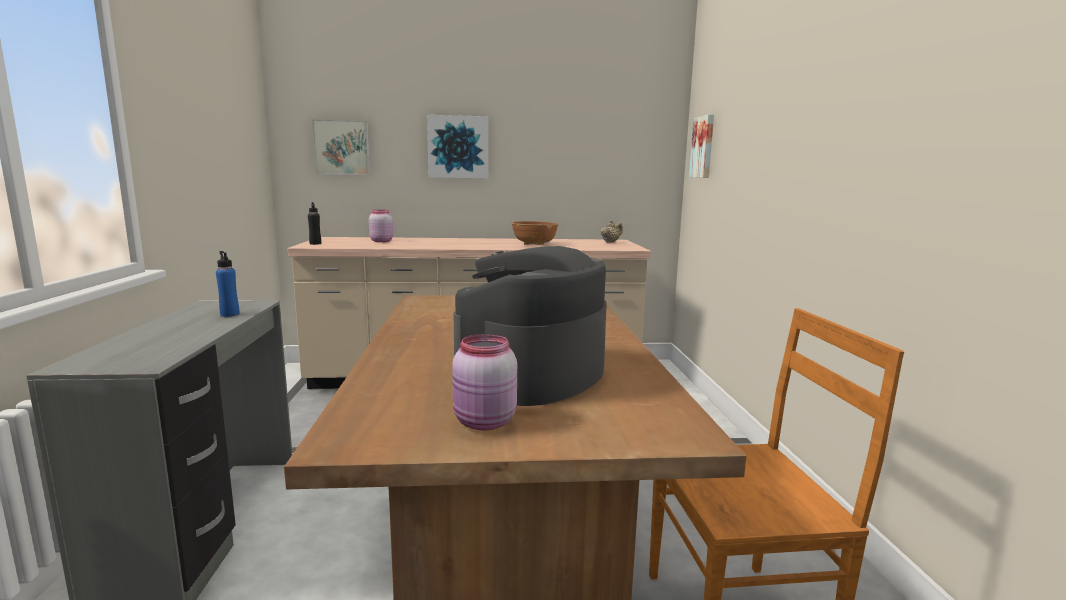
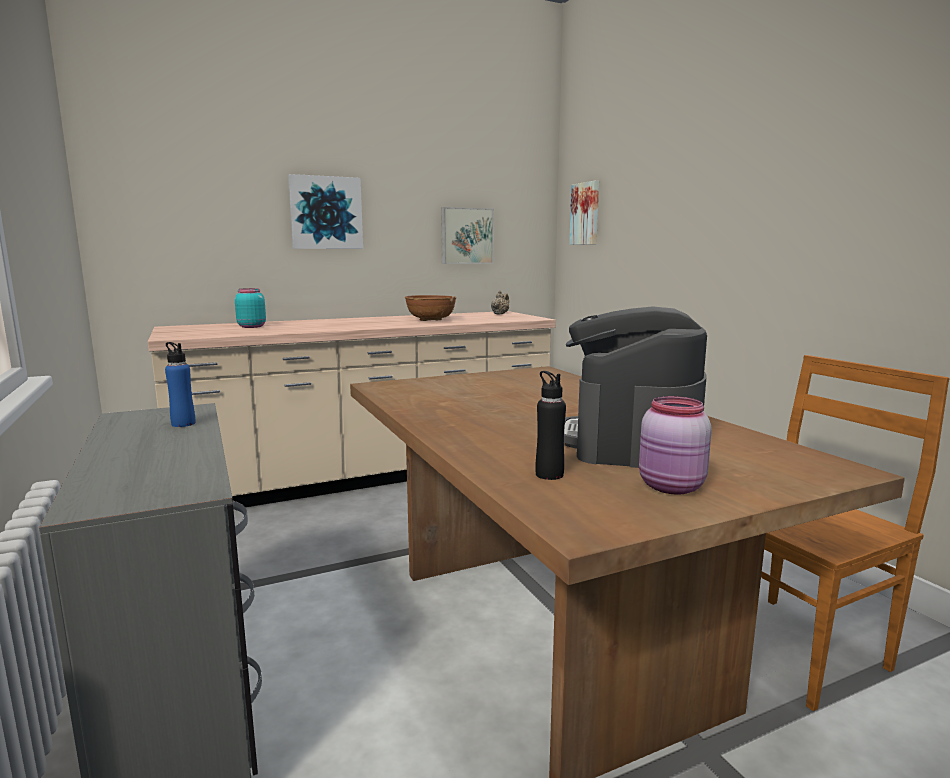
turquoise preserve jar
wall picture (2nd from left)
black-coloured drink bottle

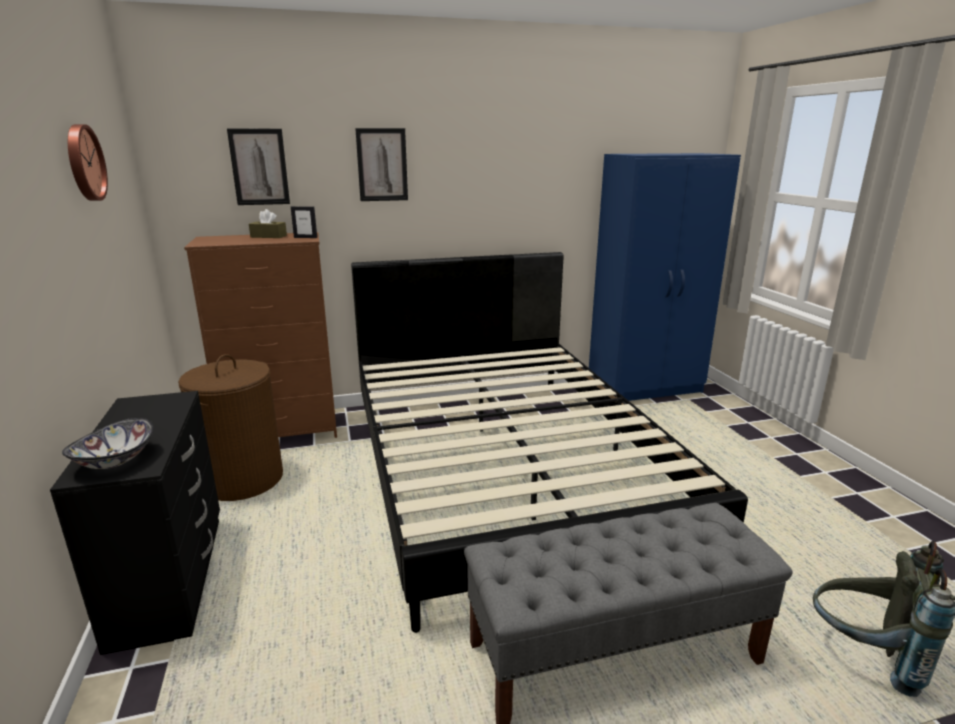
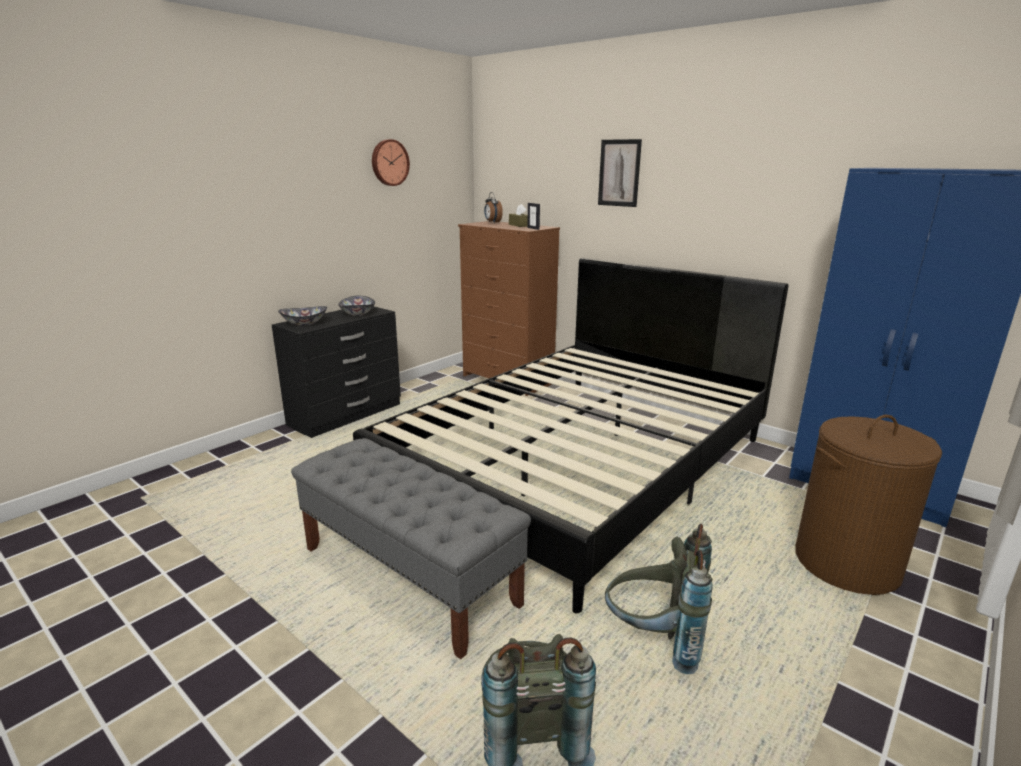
deep dish (2nd from left)
table clock
gray rucksack (2nd from left)
brown-coloured laundry basket
wall picture (1st from left in the first image)

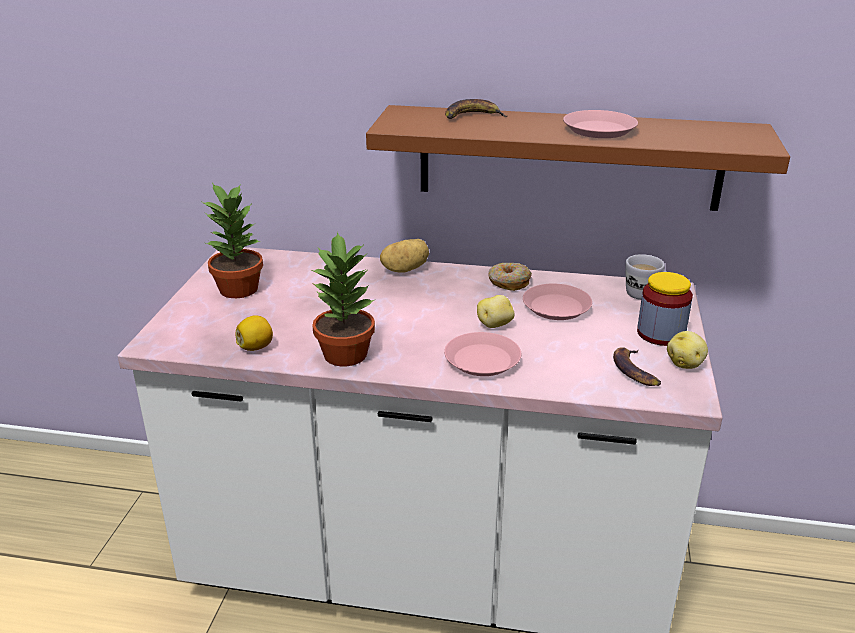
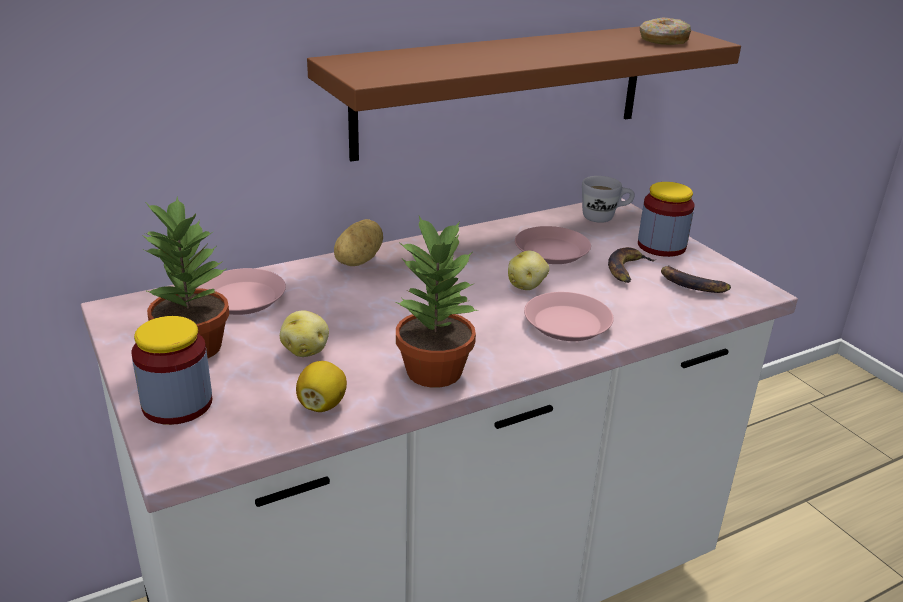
preserve jar (1st from left)
pinkish plate (1st from left)
potato (1st from left)
banana (1st from left)
ring doughnut

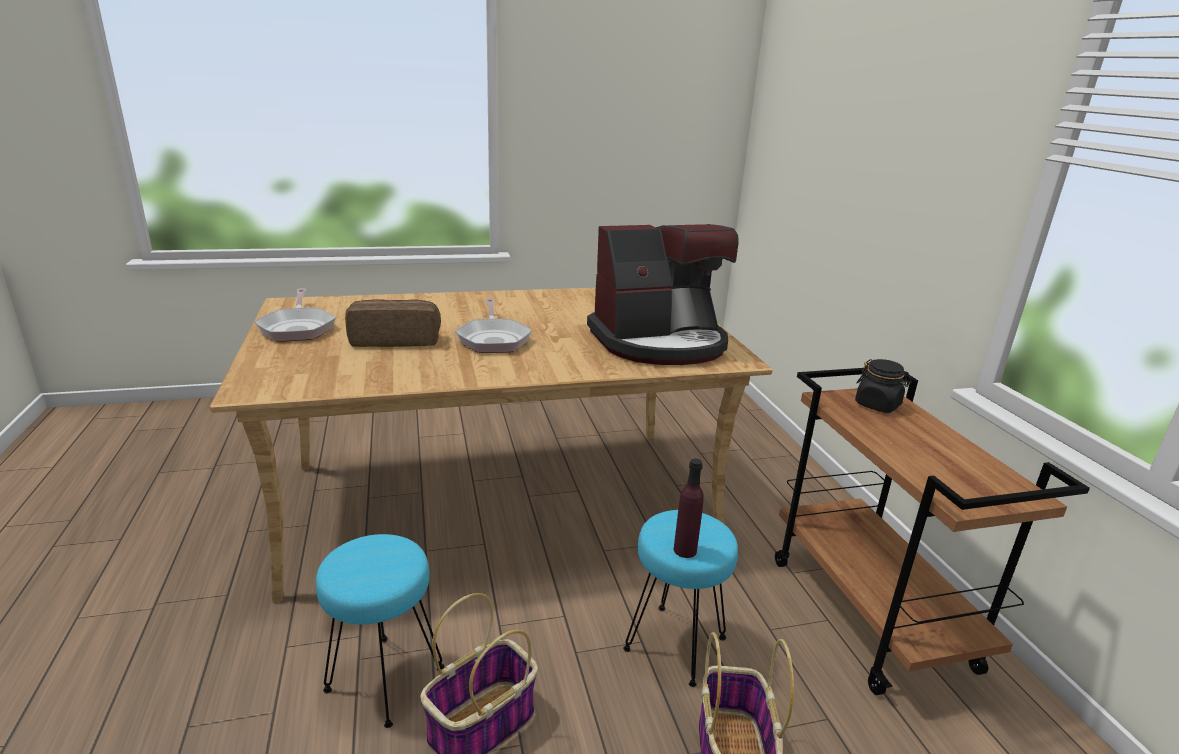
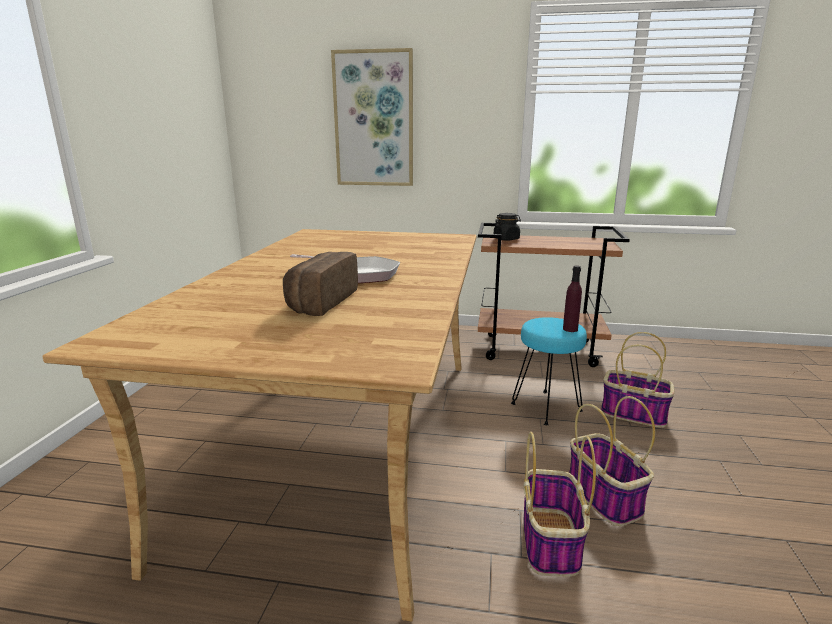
wall picture
basket (1st from left)
skillet (1st from left in the first image)
coffee maker

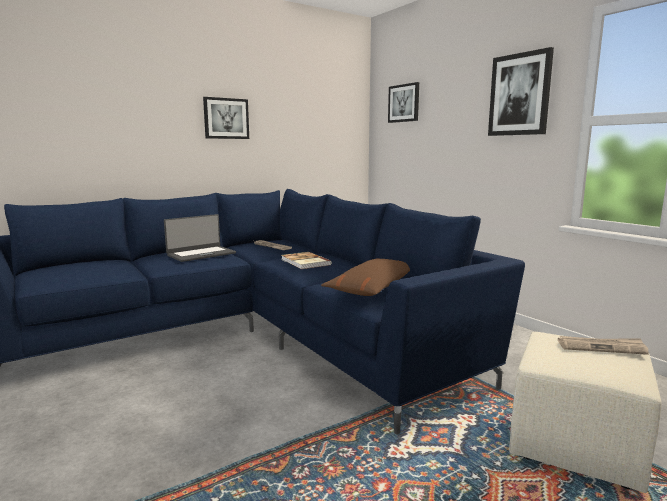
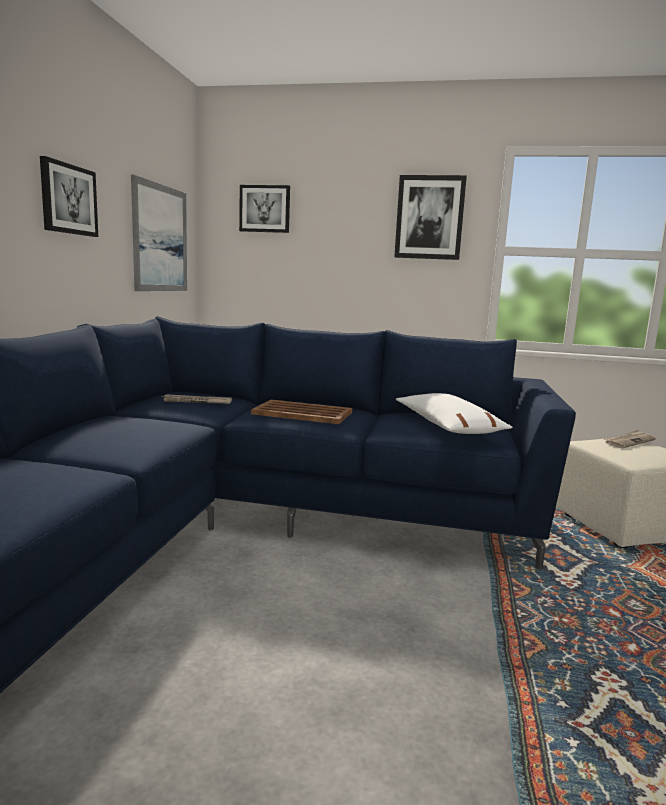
wall picture (2nd from left)
brown-coloured tray
white throw pillow
portable computer

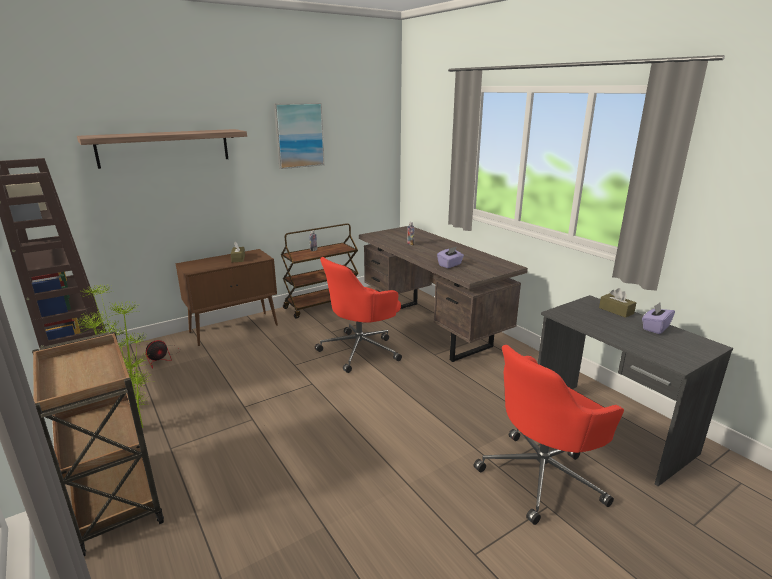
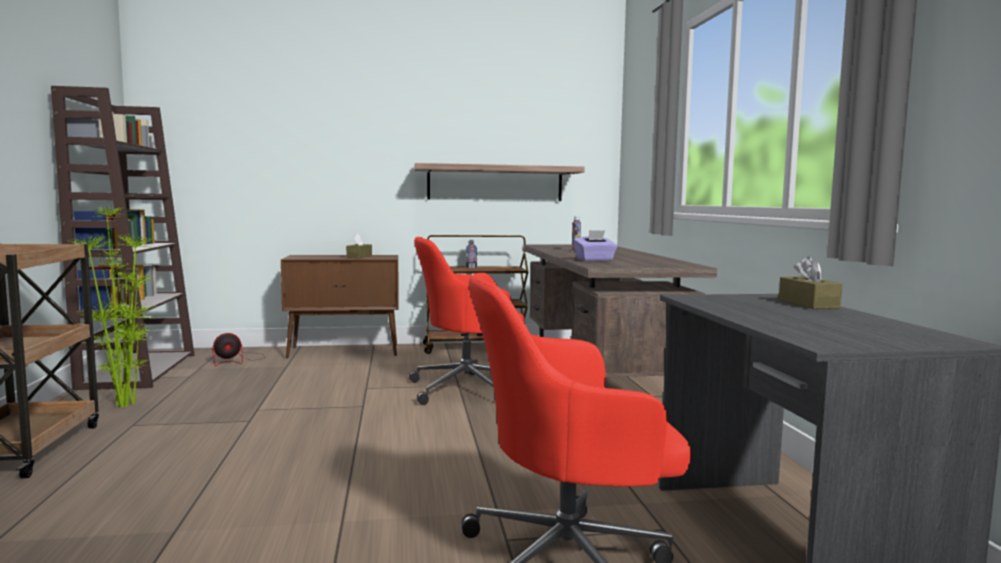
bracket shelf
wall picture
purple tissue holder (2nd from left in the first image)

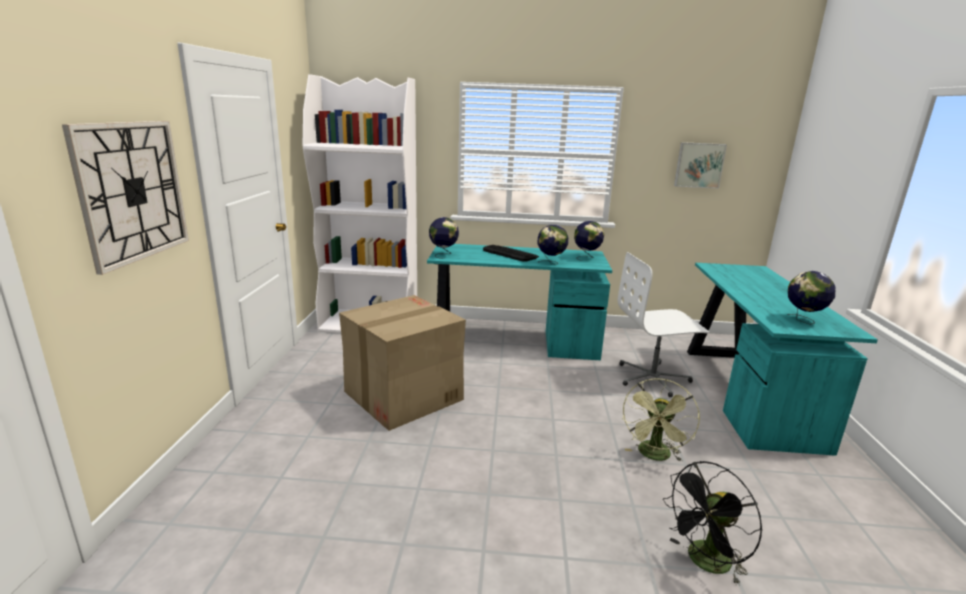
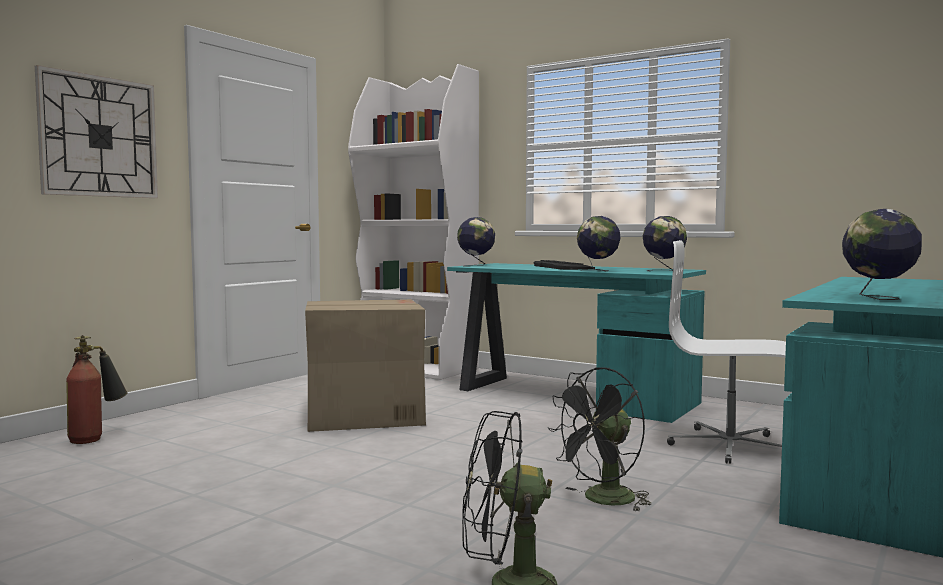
fire-fighting cylinder
black-coloured cooling fan (2nd from left)
wall picture

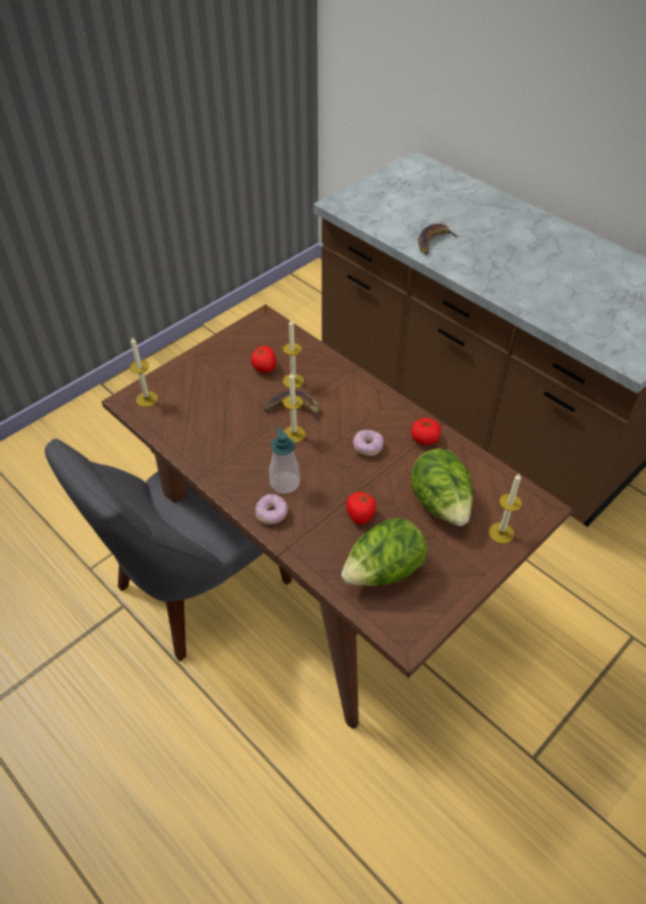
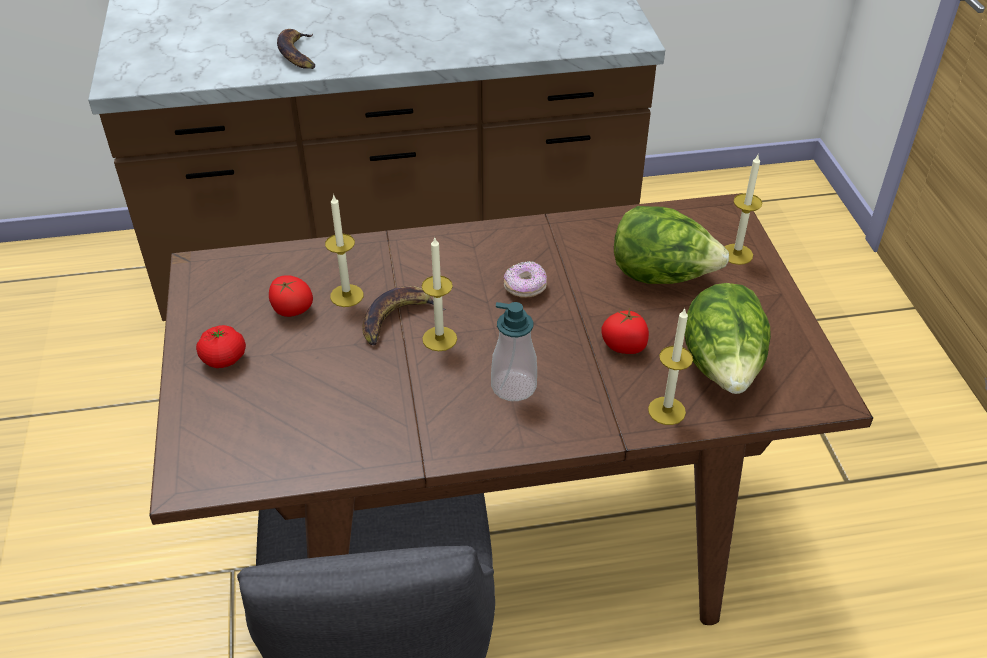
tomato (1st from left)
candle (3rd from left)
ring doughnut (1st from left in the first image)

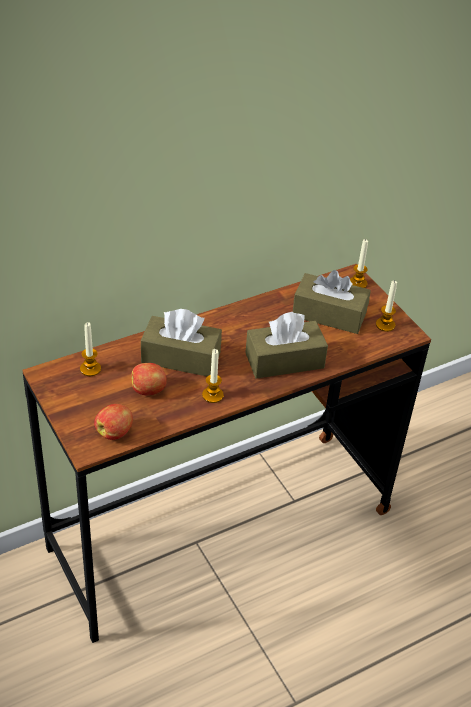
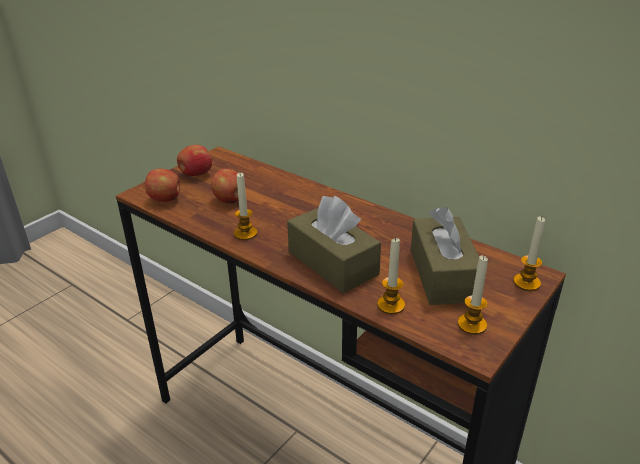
apple fruit (2nd from left)
candle (2nd from left)
brown-coloured tissue holder (1st from left in the first image)

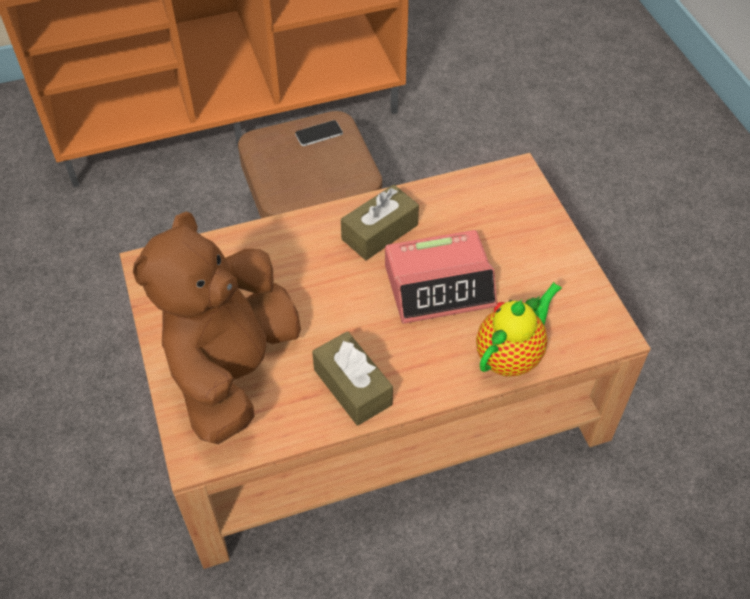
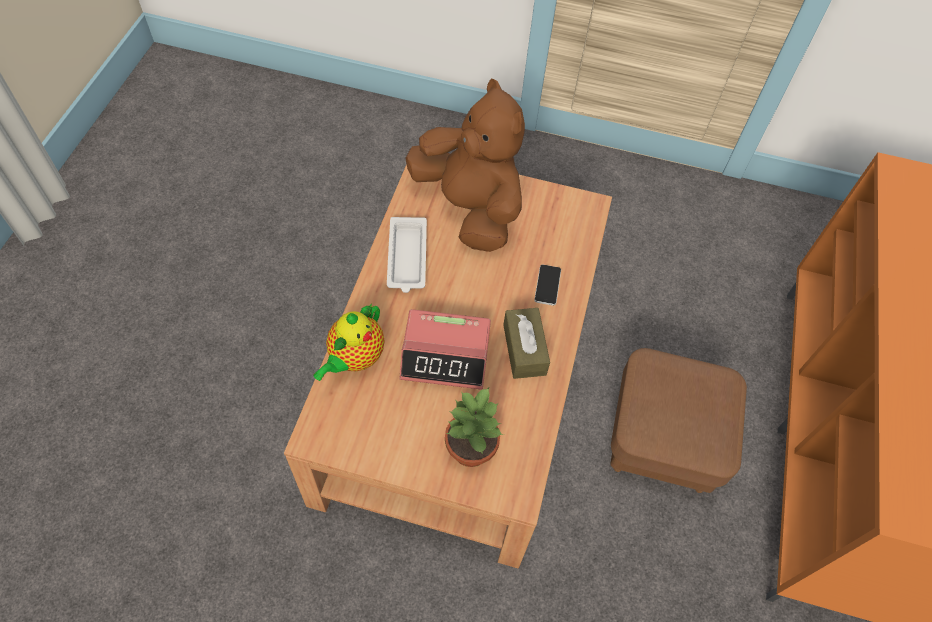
tea pot
white tray
table clock
potted plant
handset

